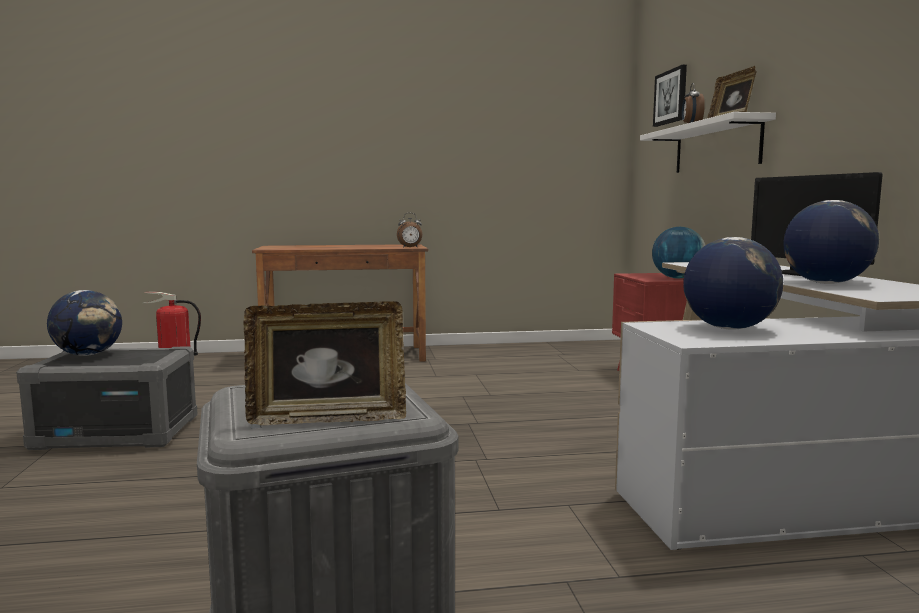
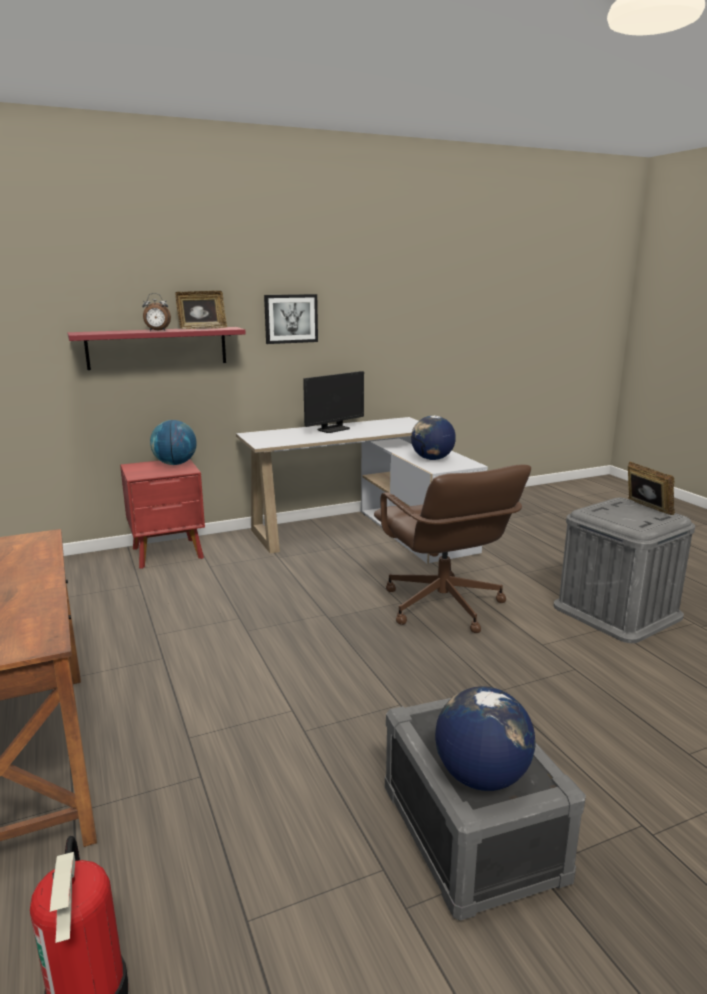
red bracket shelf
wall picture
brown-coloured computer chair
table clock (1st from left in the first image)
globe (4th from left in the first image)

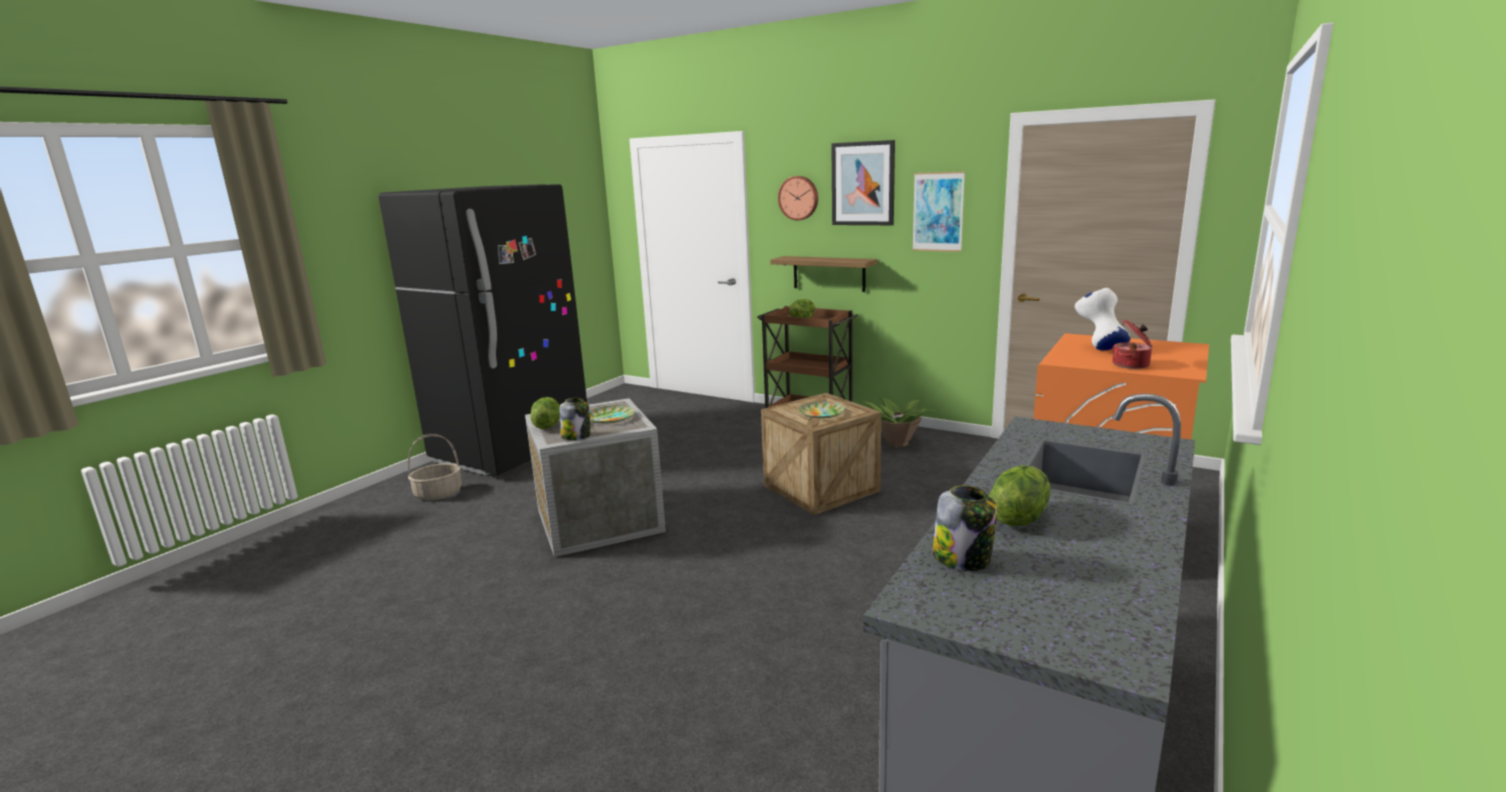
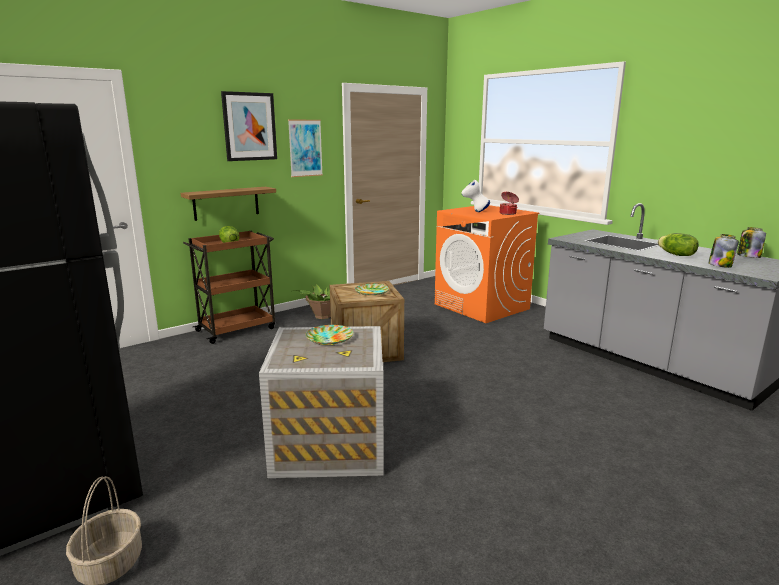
preserve jar (2nd from left)
head of lettuce (1st from left in the first image)
hanging clock

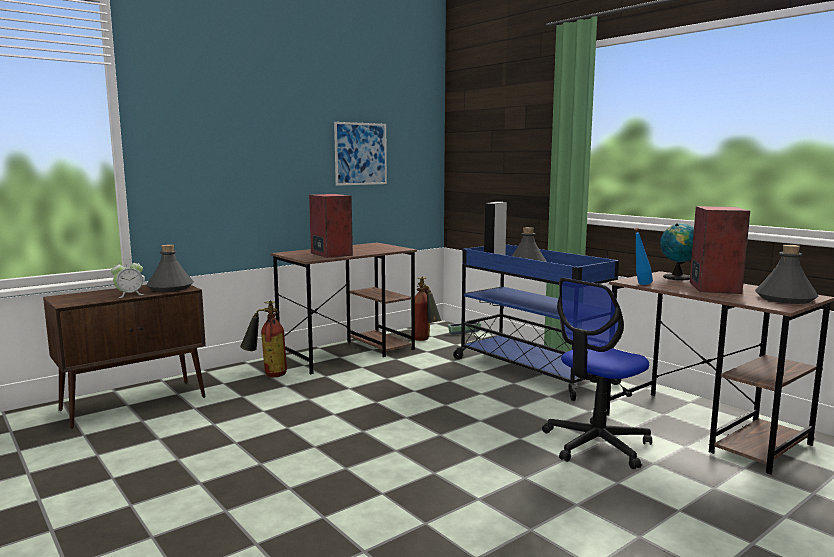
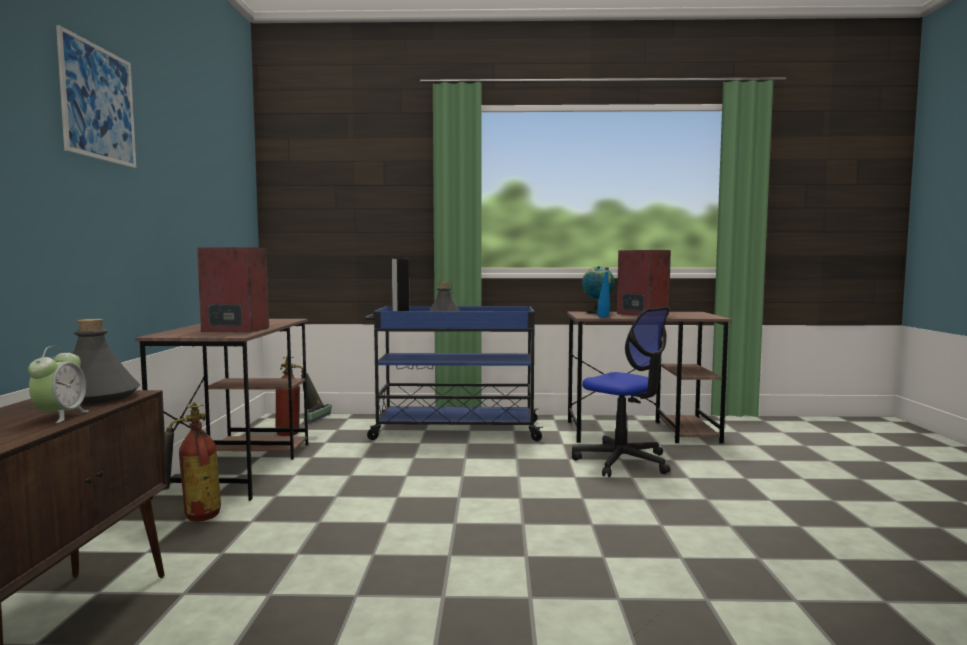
wall picture
computer chair
gray drink bottle (3rd from left in the first image)

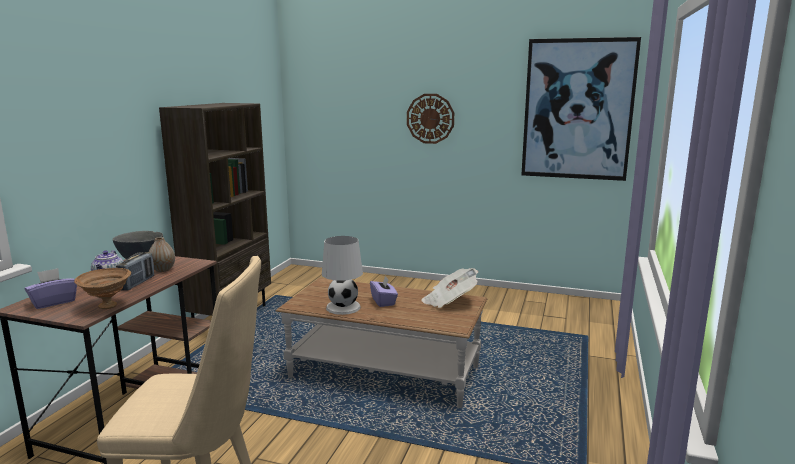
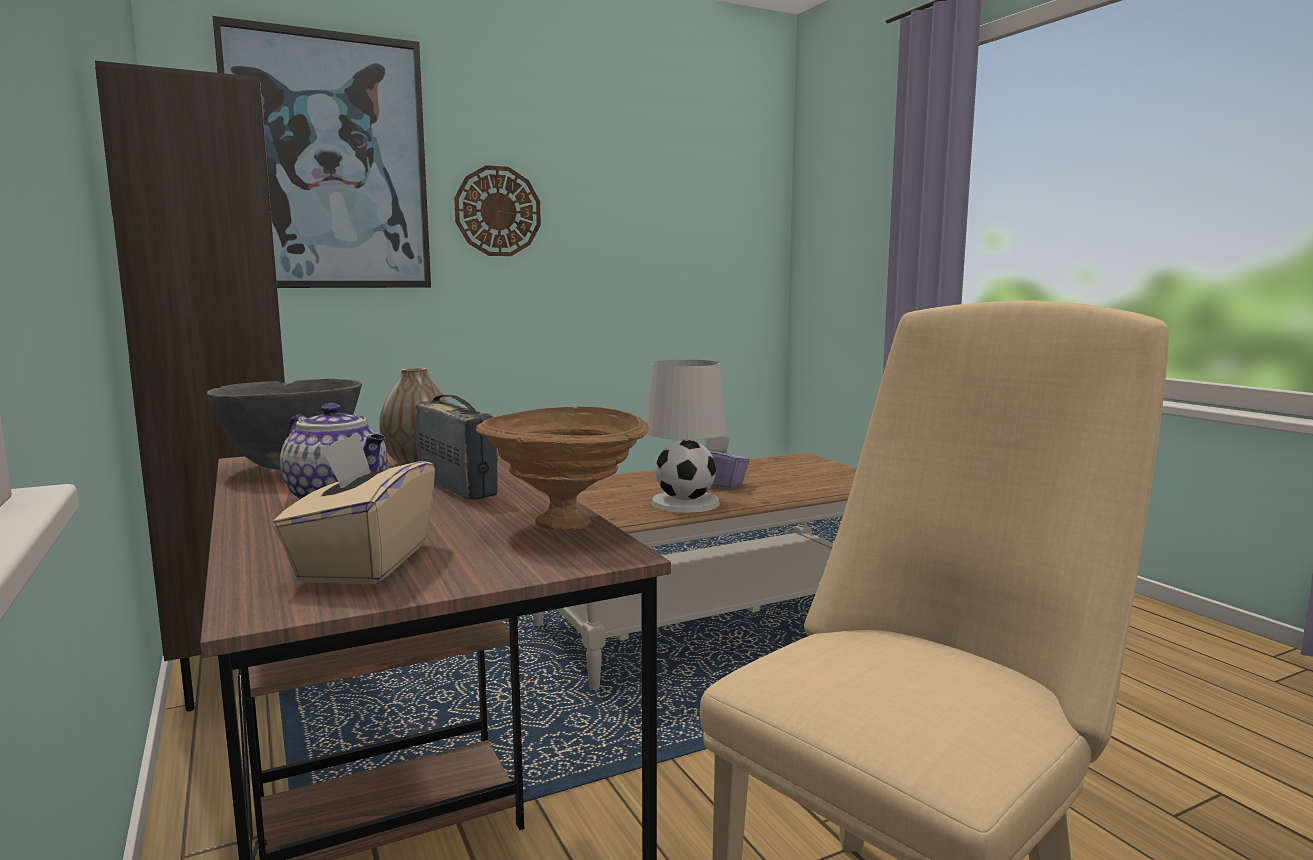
wall picture
beige-coloured tissue holder
daily paper

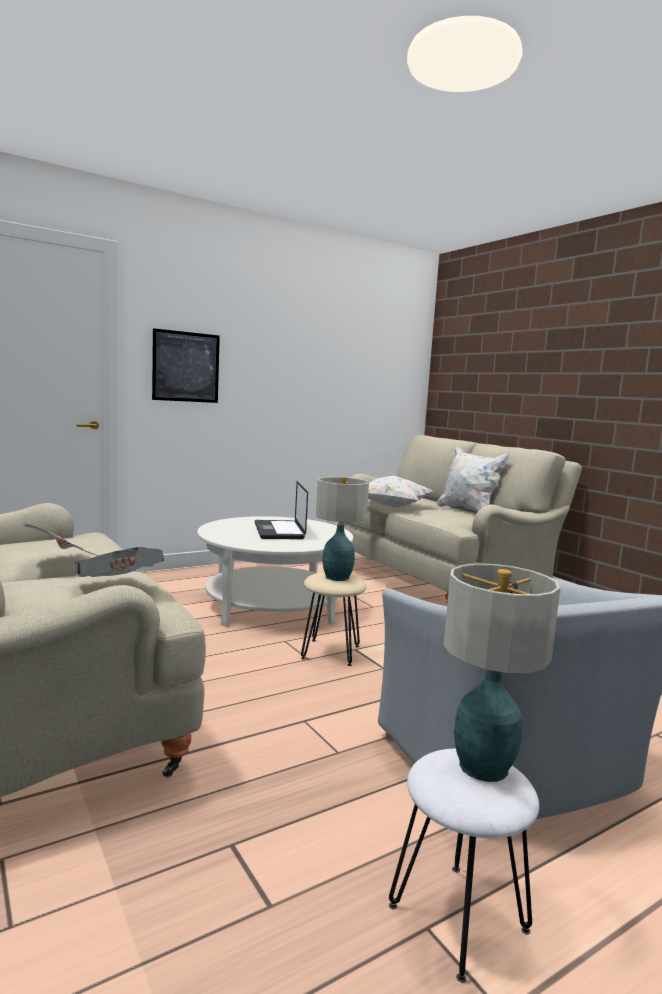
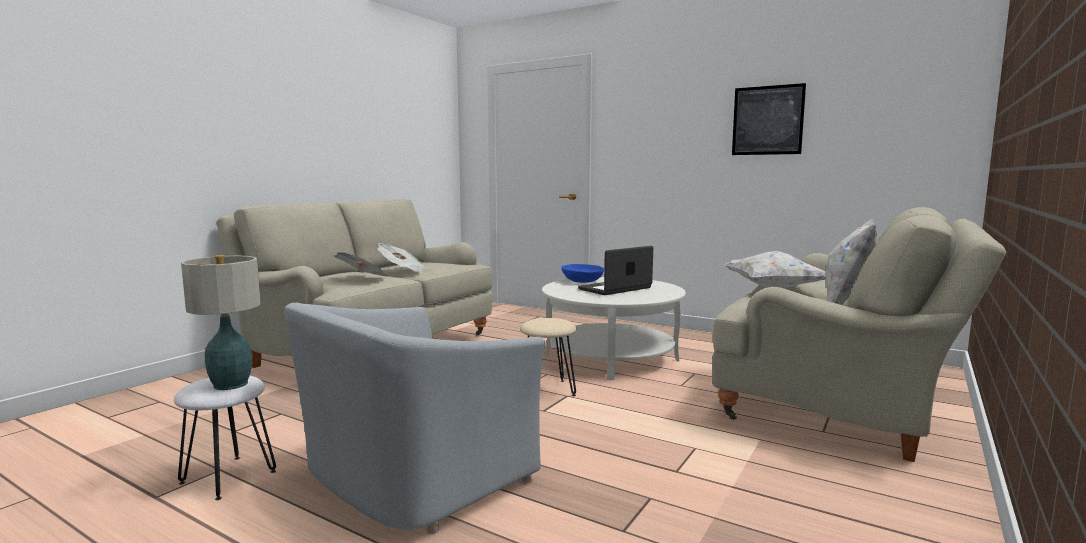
blue-coloured deep dish
wall picture
table lamp (1st from left in the first image)

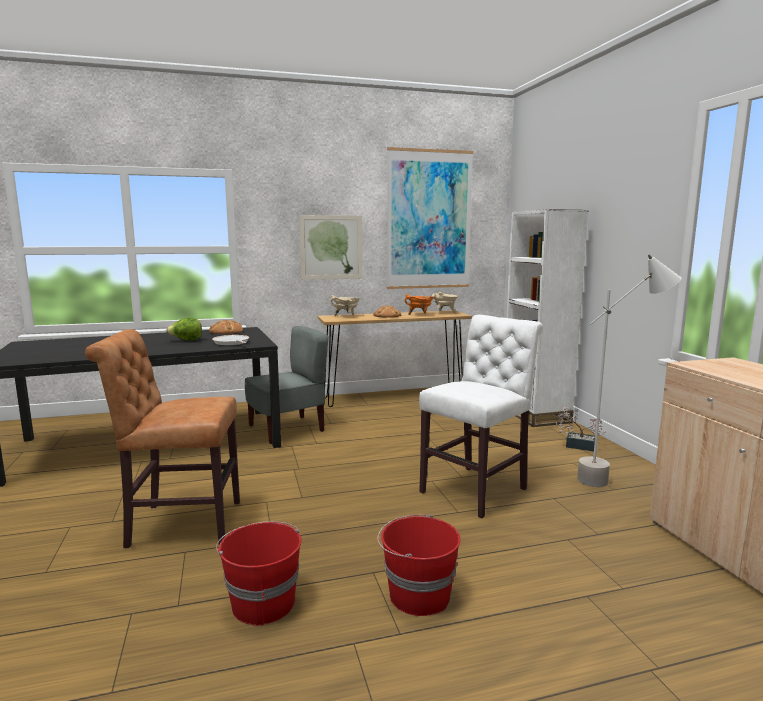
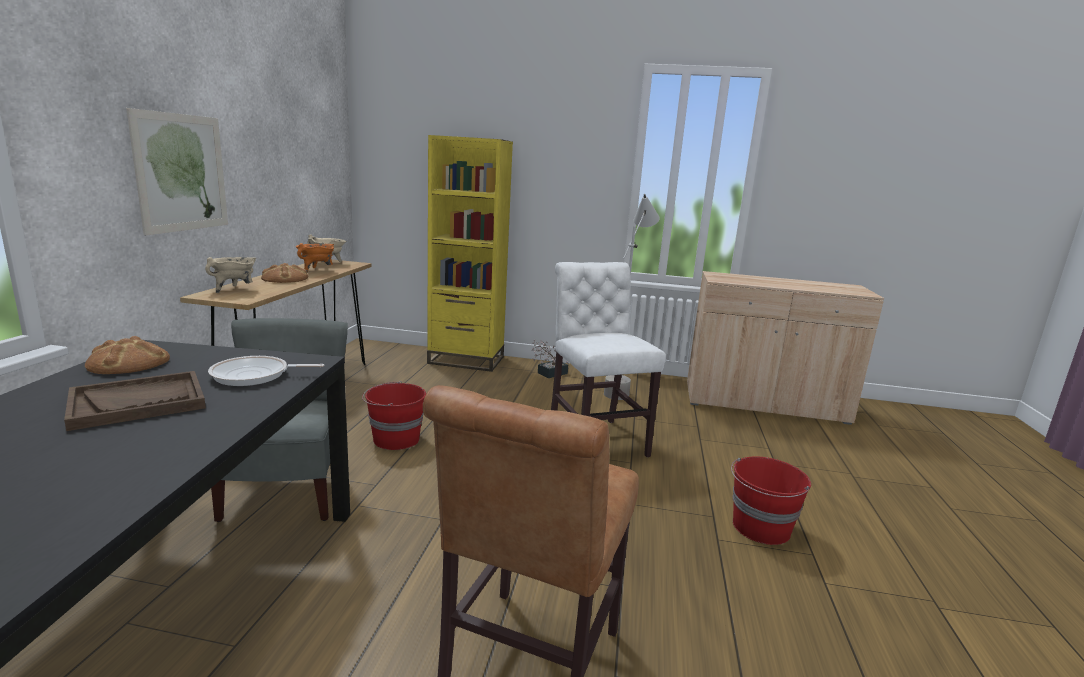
brown-coloured tray
red water bucket (1st from left)
yellow bookcase
wall picture (2nd from left in the first image)

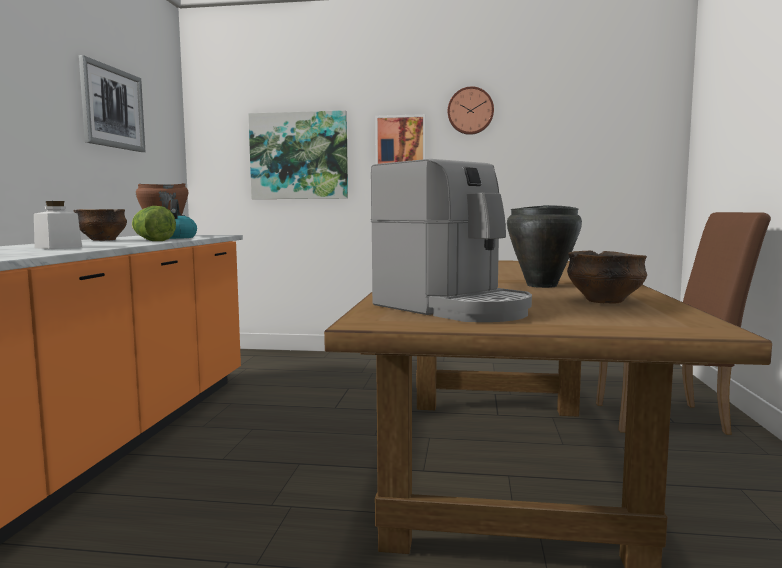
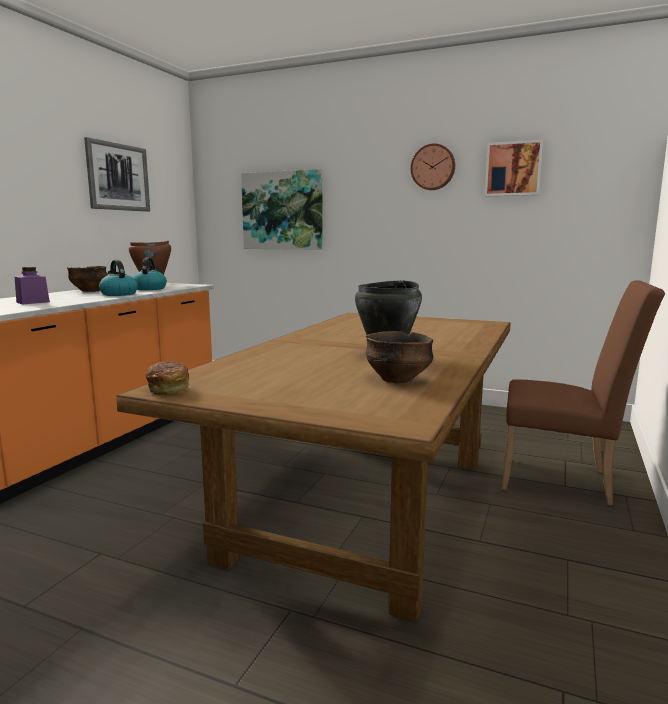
purple preserve jar
tea kettle (1st from left)
bakery bread
wall picture (3rd from left)
coffee maker

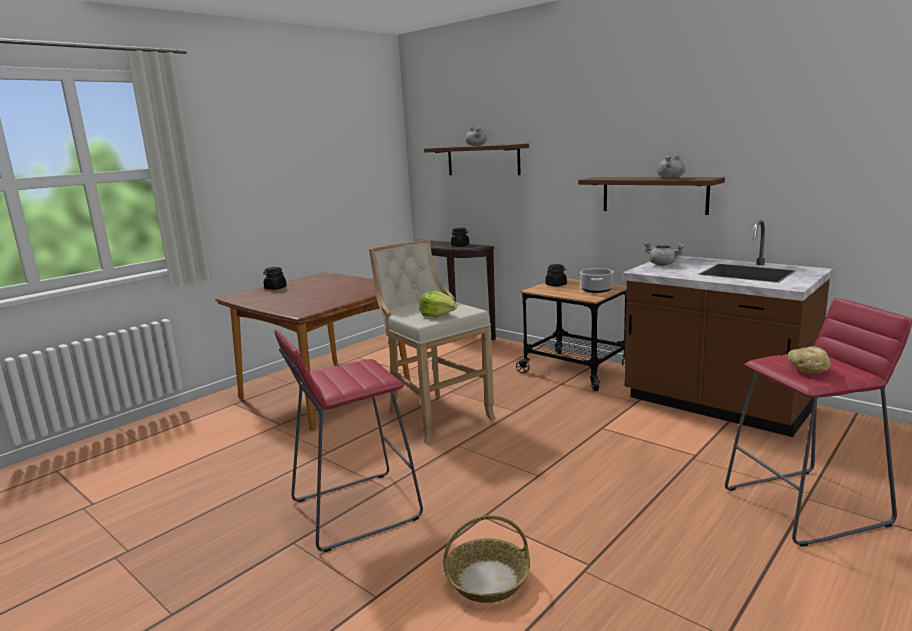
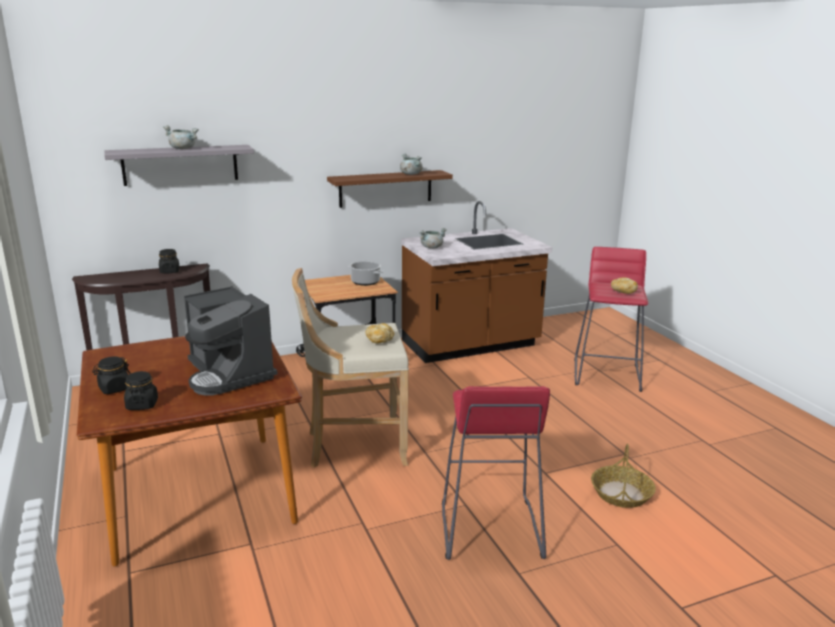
gray bracket shelf
black-coloured preserve jar (2nd from left)
coffee maker
bakery bread (1st from left)

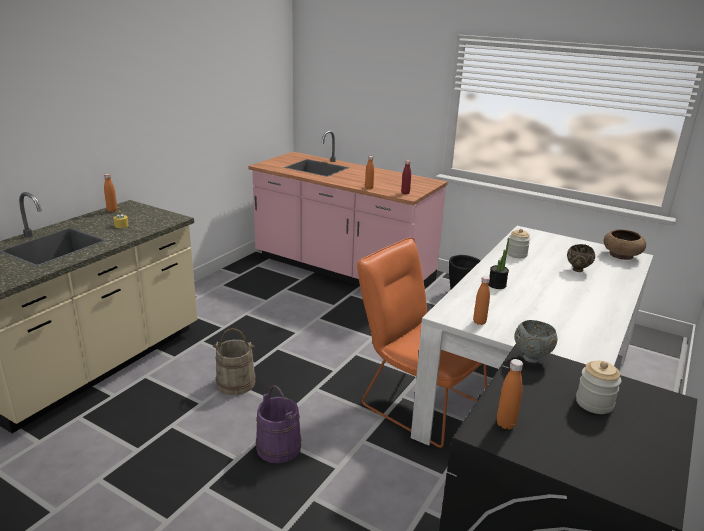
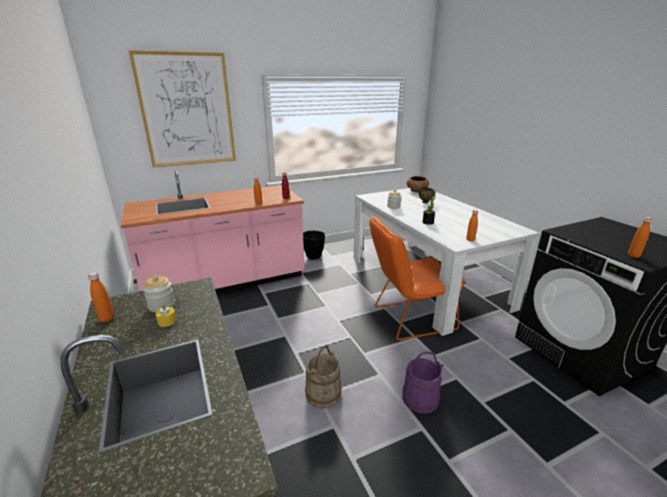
wall picture
preserve jar (1st from left)
gray deep dish

